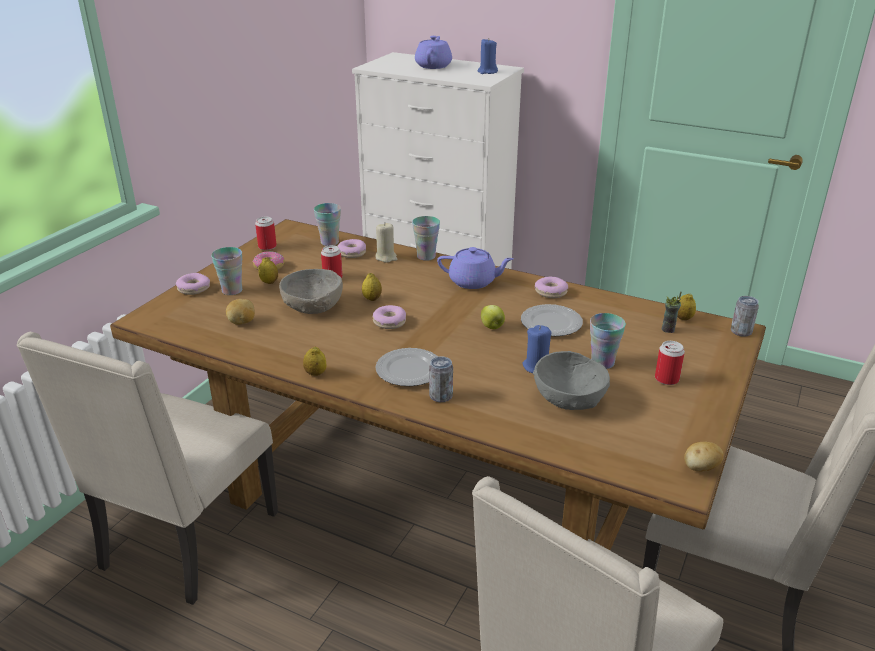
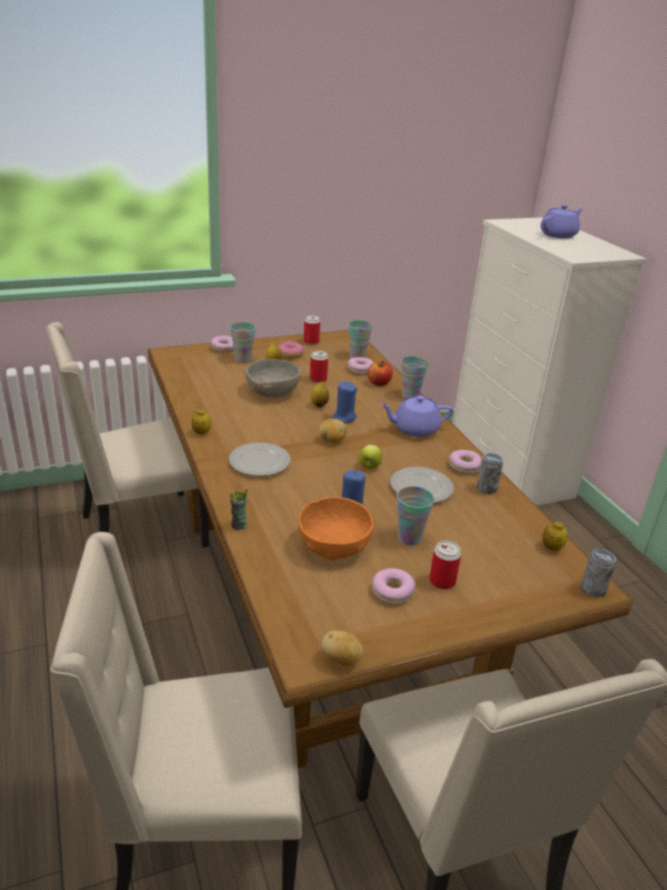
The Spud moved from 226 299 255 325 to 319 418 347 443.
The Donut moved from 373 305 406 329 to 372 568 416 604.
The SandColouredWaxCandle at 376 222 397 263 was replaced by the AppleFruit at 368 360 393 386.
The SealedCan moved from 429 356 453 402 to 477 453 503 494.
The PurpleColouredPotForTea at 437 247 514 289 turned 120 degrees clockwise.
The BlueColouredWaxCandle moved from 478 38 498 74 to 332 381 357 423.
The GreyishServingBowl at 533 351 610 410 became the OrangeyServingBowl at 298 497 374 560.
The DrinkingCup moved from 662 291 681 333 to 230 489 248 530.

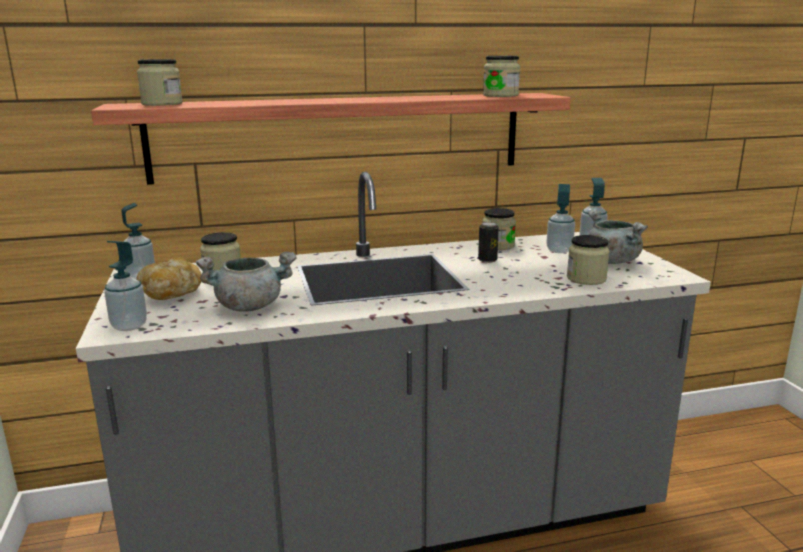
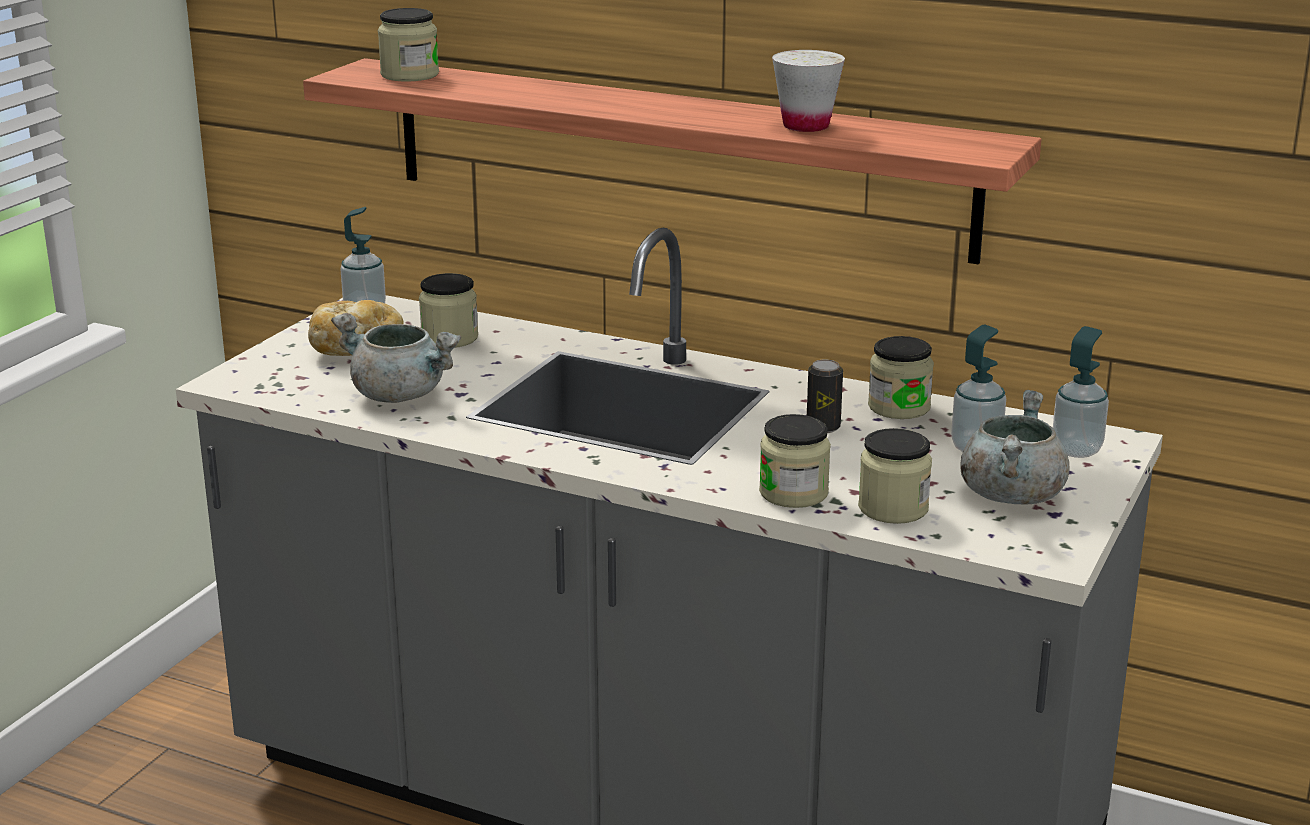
The SoapBottle at 104 241 147 331 disappeared.
The PreserveJar moved from 483 56 520 97 to 759 414 831 508.
The WhiteColouredDrinkingCup at 772 50 845 132 appeared.

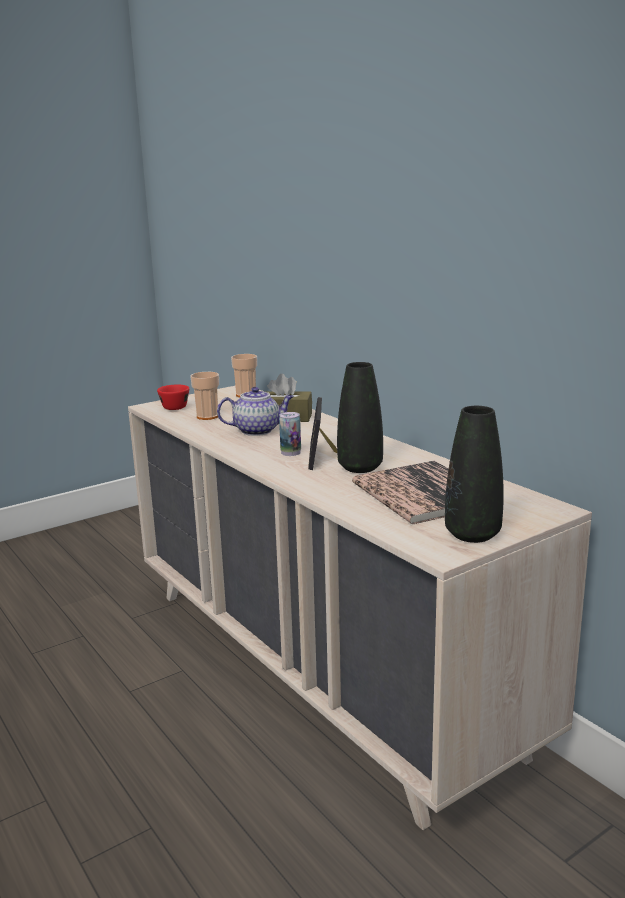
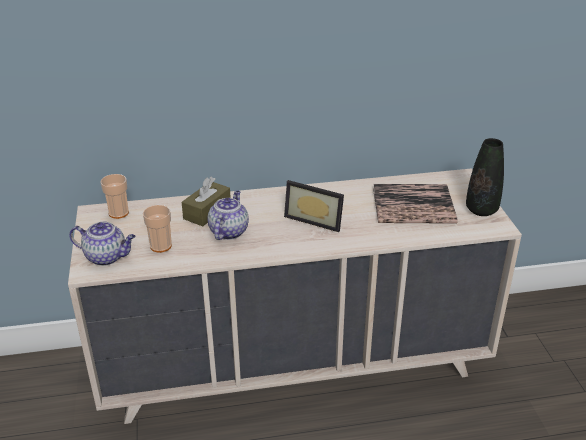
The RedColouredDrinkingCup at 157 385 189 410 was replaced by the PotForTea at 69 222 136 266.
The SealedCan at 279 412 301 456 disappeared.
The BlackishVase at 337 362 383 473 disappeared.

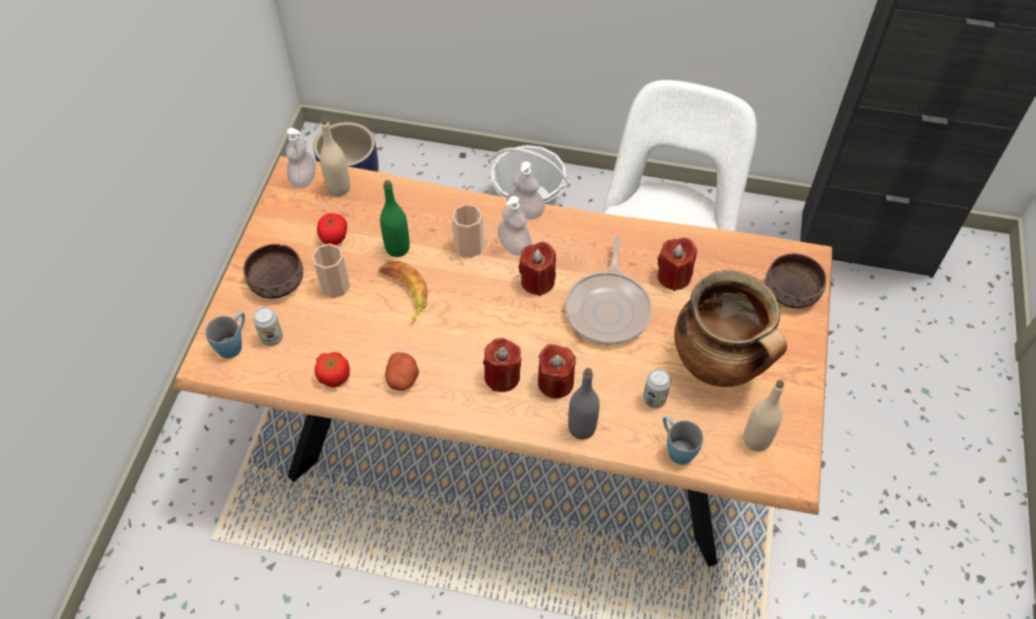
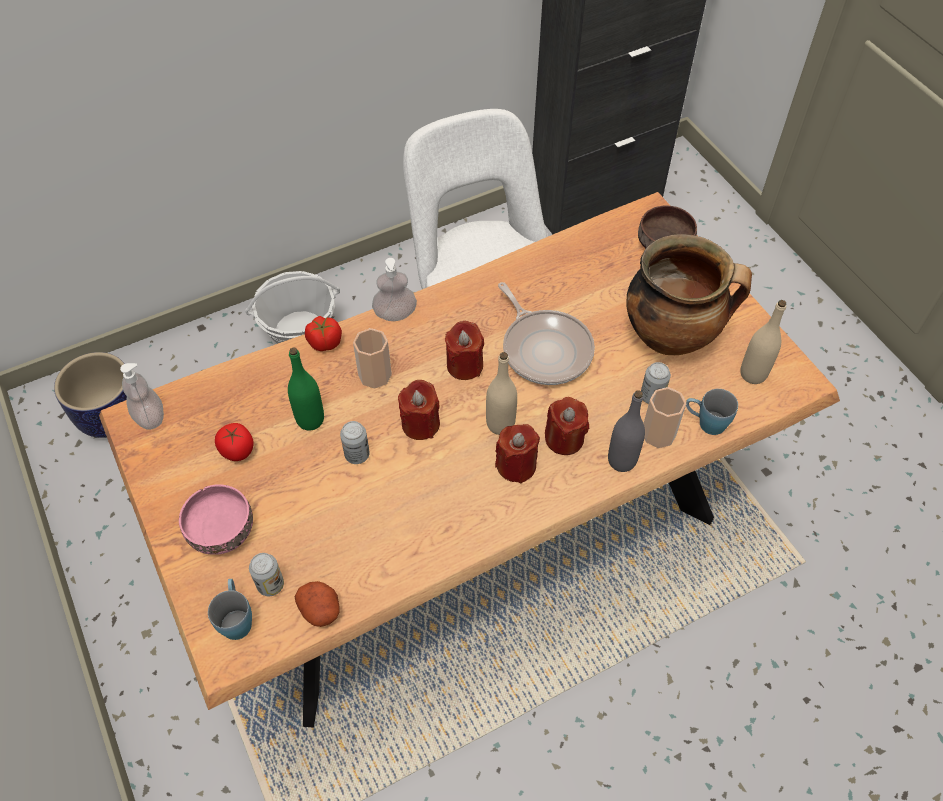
The BrownColouredServingBowl at 243 244 303 299 became the PinkishServingBowl at 179 484 253 555.
The DrinkingCup moved from 312 243 350 298 to 644 387 686 448.
The FreshTomato moved from 315 352 350 387 to 305 316 342 351.
The SandColouredBottle moved from 320 118 350 196 to 486 352 517 435.
The Banana at 379 261 428 324 was replaced by the SealedCan at 340 421 370 464.
The Spud moved from 385 352 419 390 to 295 581 340 627.
The SoapBottle at 498 196 532 256 disappeared.
The RedColouredWaxCandle moved from 657 238 697 291 to 398 380 440 440.

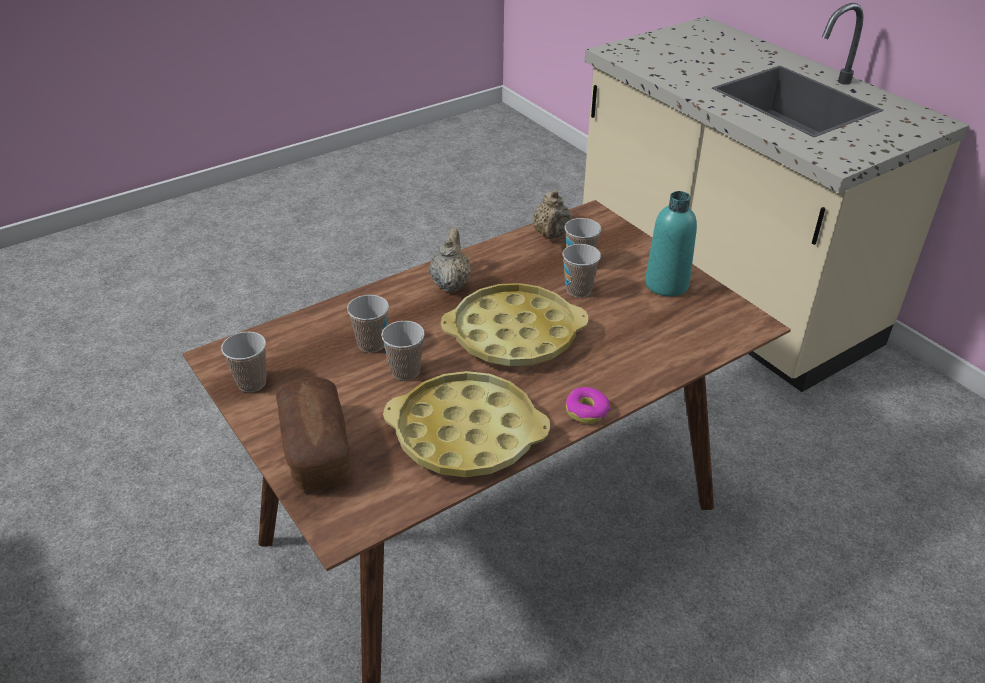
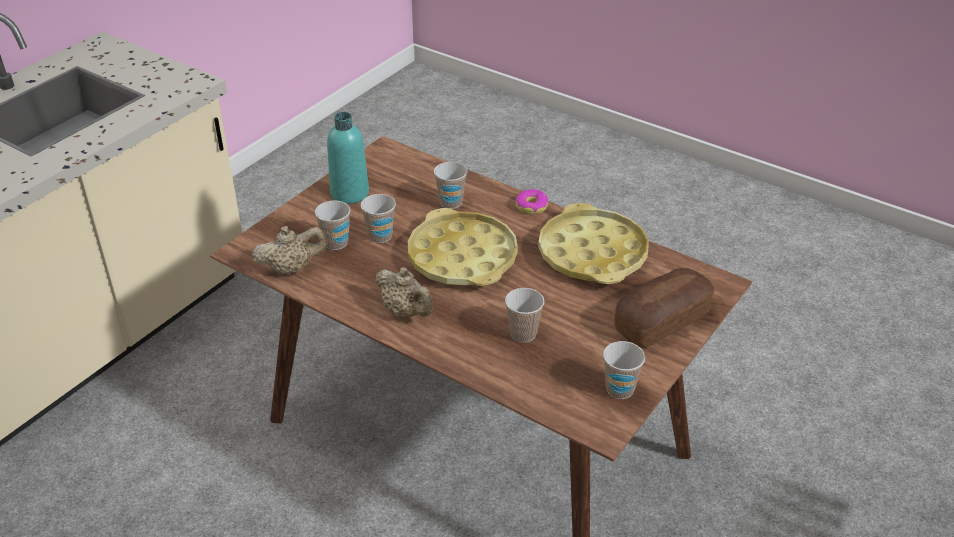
The DrinkingCup moved from 381 321 425 381 to 434 162 467 209.
The SandColouredPotForTea at 429 227 471 292 turned 120 degrees counterclockwise.

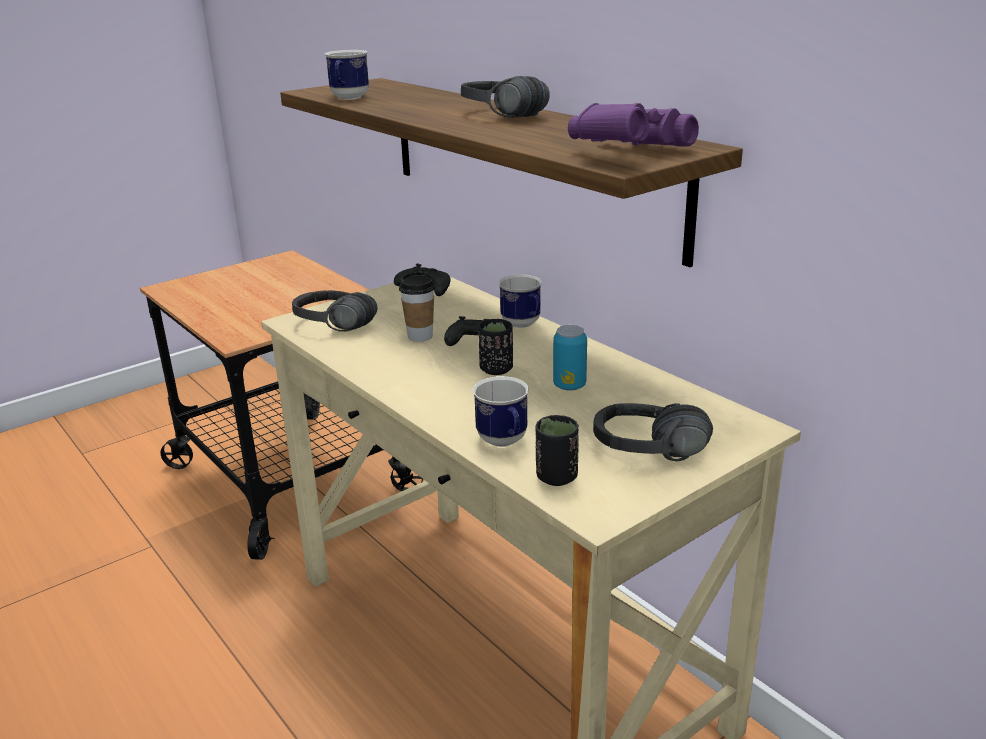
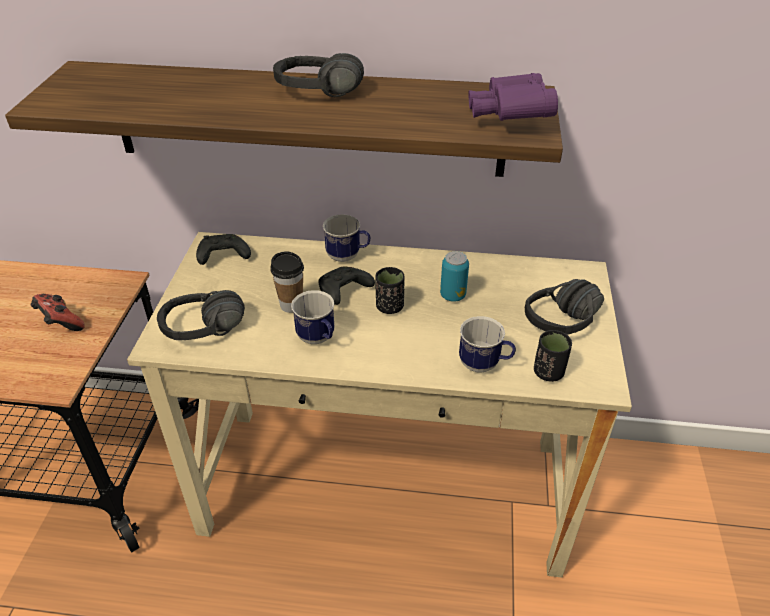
The CoffeeMug moved from 325 50 369 100 to 291 290 334 344.
The GameController at 30 294 85 331 appeared.

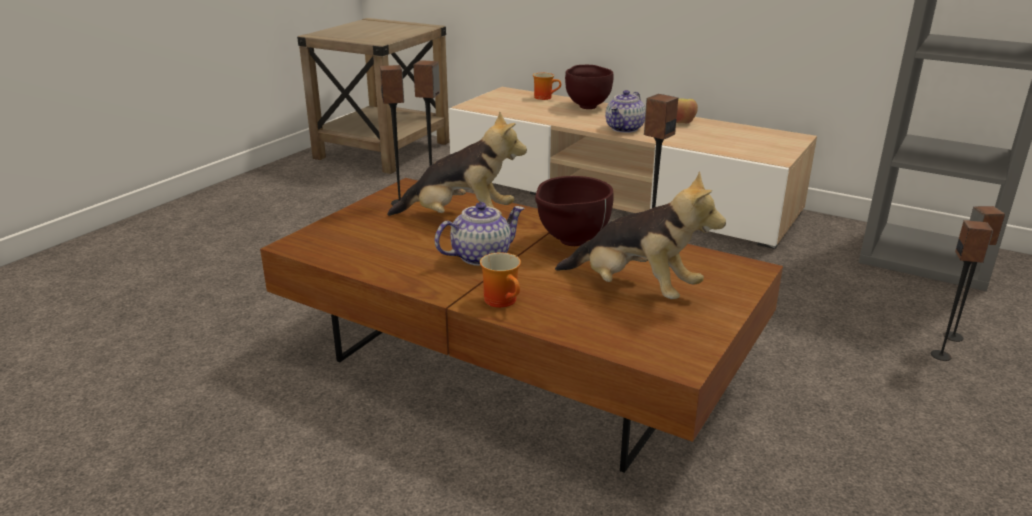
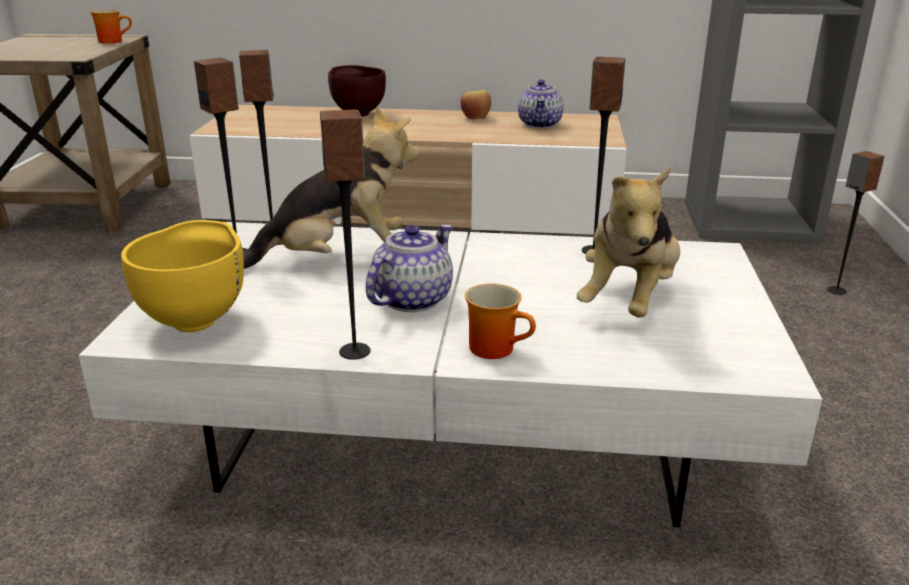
The BrownColouredLoungeTable at 260 178 783 473 became the WhiteColouredLoungeTable at 78 222 822 527.
The CoffeeMug moved from 533 73 561 100 to 90 10 132 44.
The BrownColouredServingBowl at 535 176 614 246 disappeared.
The CuddlyToy at 555 171 726 299 turned 105 degrees clockwise.
The PotForTea moved from 605 90 646 133 to 518 80 564 128.
The Speaker moved from 931 220 993 361 to 320 109 371 360.
The YellowishServingBowl at 121 220 244 332 appeared.

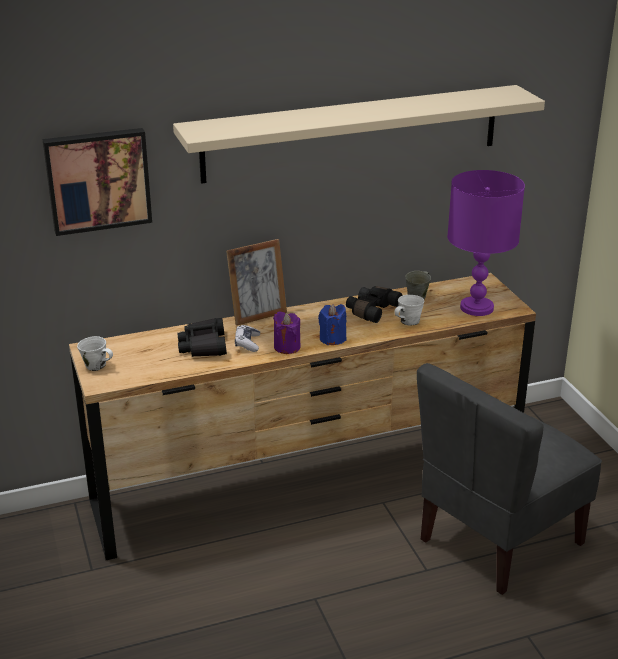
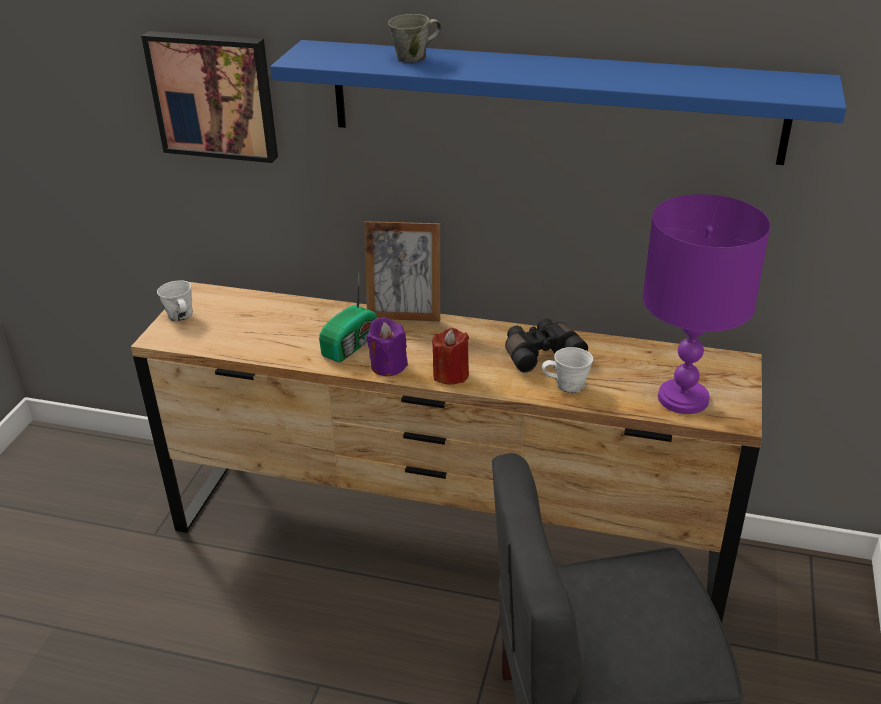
The SandColouredBracketShelf at 173 85 545 184 became the BlueColouredBracketShelf at 270 40 847 165.
The BlackishPairOfBinoculars at 177 318 227 357 disappeared.
The GameController at 235 325 260 352 was replaced by the Radio at 319 274 378 362.
The BlueColouredWaxCandle at 318 304 346 345 became the RedColouredWaxCandle at 432 328 469 385.
The GreyishCoffeeMug moved from 405 271 431 299 to 388 14 442 63.

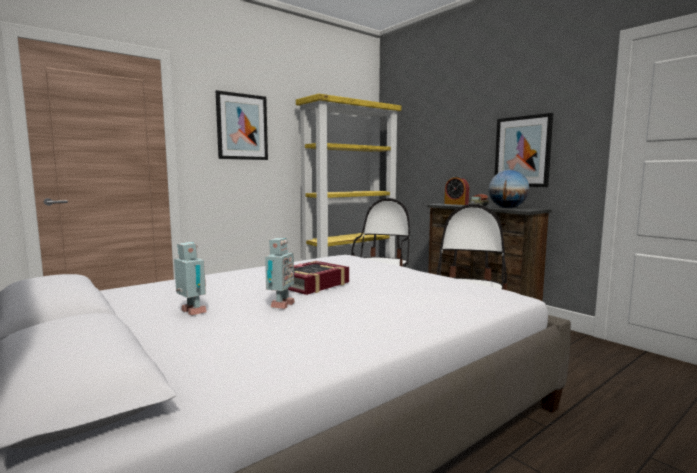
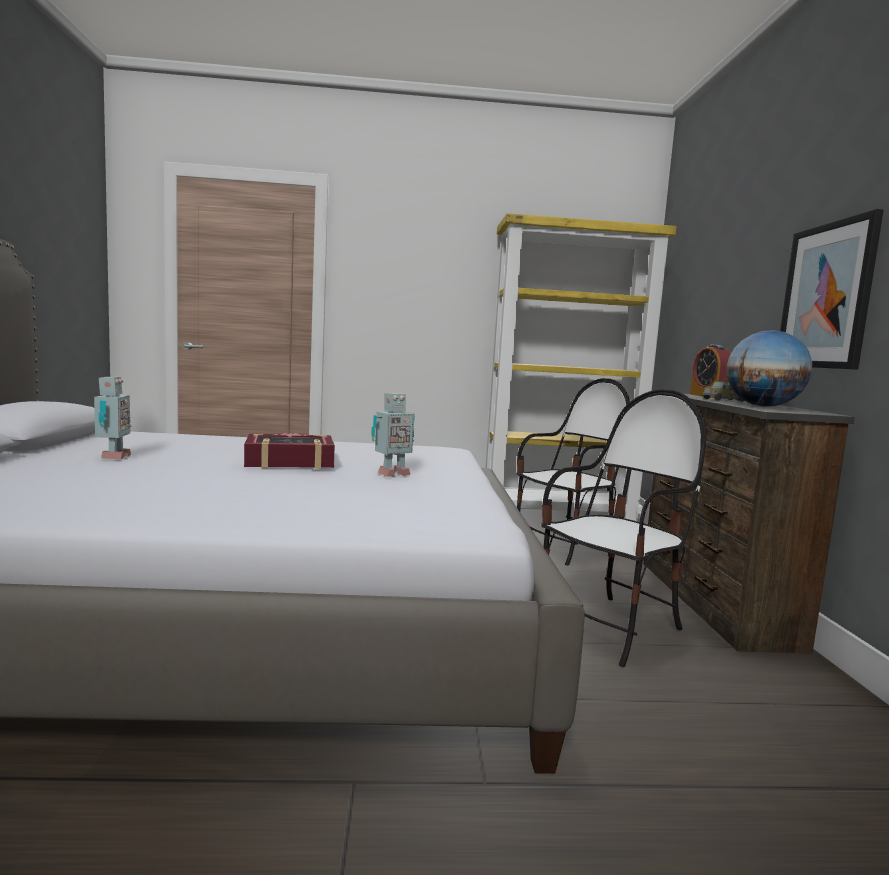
The Picture at 216 90 268 160 disappeared.
The RobotFigure moved from 265 238 295 309 to 372 393 415 477.

